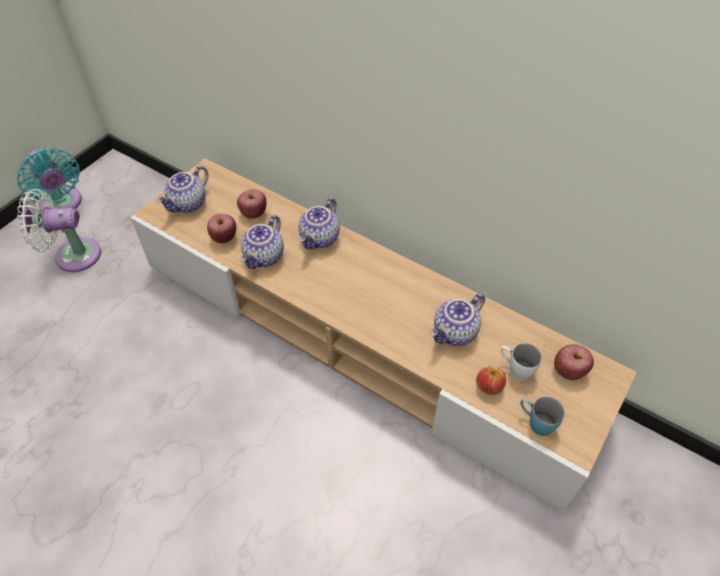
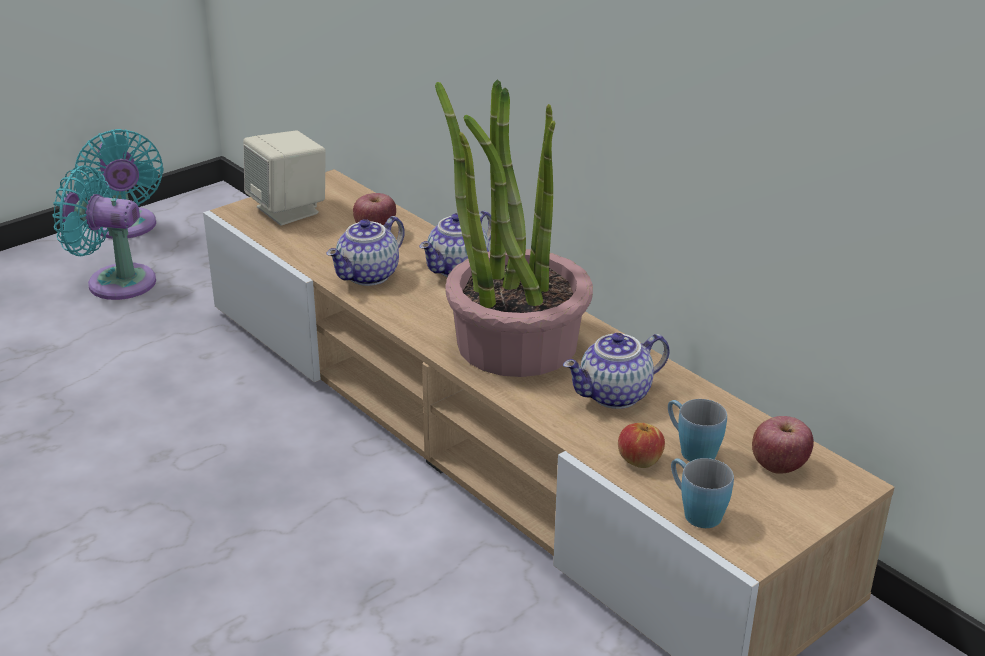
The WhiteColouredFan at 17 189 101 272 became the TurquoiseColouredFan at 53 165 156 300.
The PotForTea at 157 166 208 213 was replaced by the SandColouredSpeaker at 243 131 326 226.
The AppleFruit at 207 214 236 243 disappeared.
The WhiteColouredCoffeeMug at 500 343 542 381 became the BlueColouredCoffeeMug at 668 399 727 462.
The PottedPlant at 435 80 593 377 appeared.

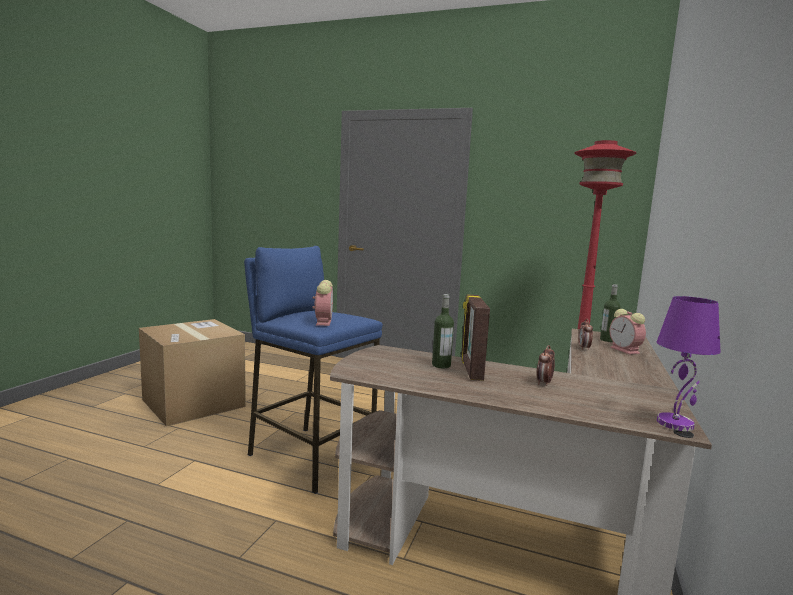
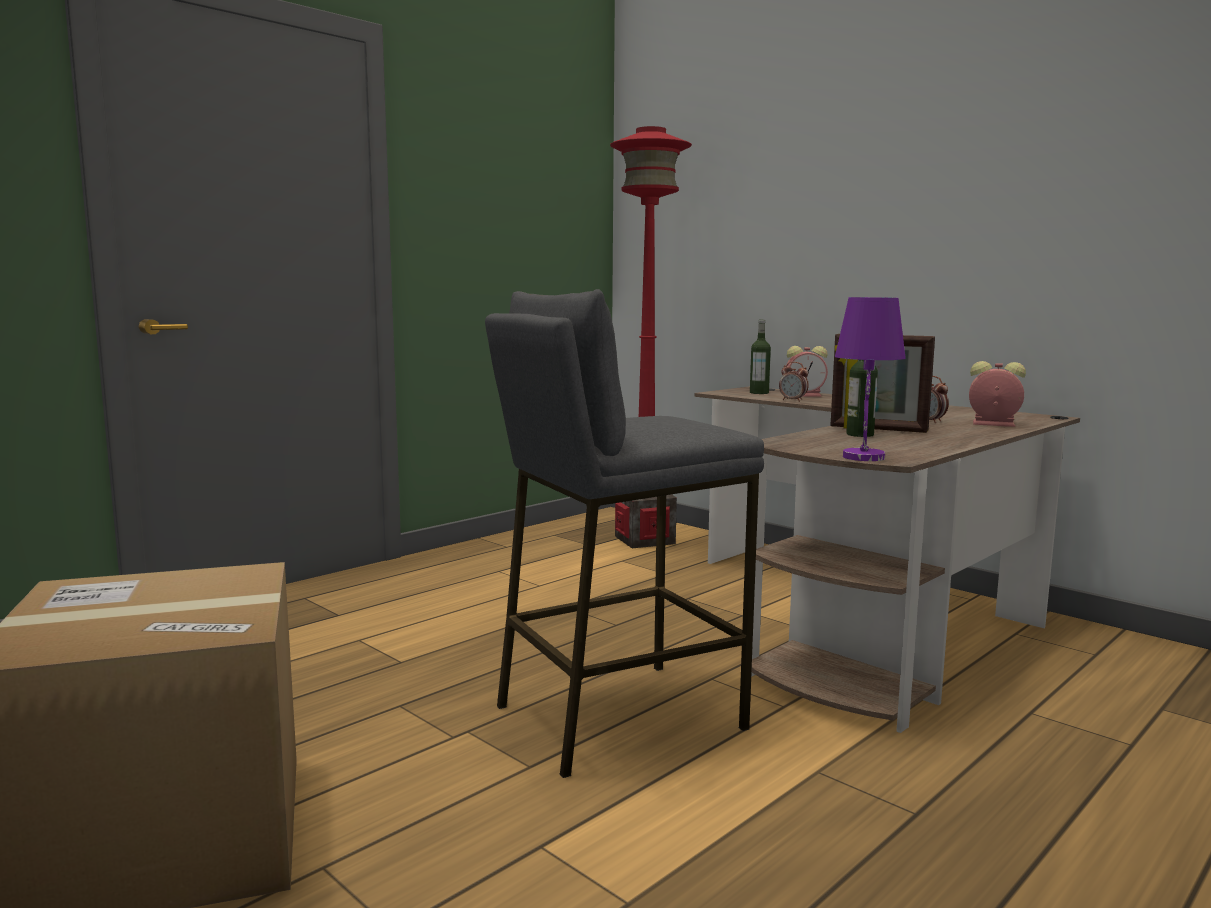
The BlueColouredSittingStool at 244 246 383 494 became the GreyishSittingStool at 485 289 764 778.
The AlarmClock moved from 312 280 333 326 to 969 361 1026 427.
The PurpleColouredTableLamp moved from 657 296 721 431 to 835 297 906 461.

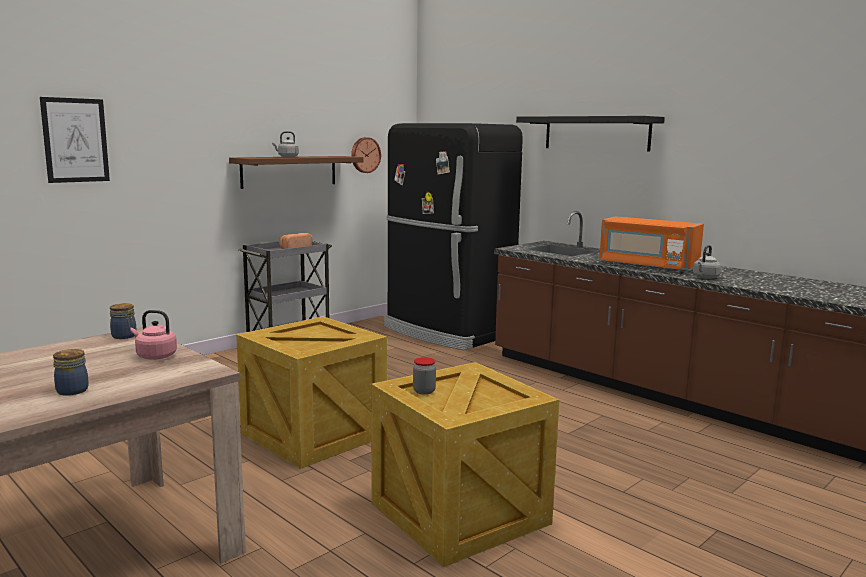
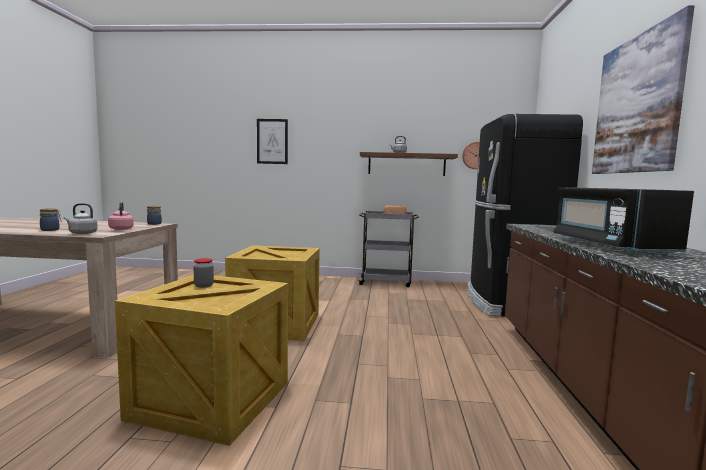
The BlackishBracketShelf at 516 116 665 151 was replaced by the Picture at 592 5 694 174.
The OrangeyMicrowaveOven at 599 216 704 273 became the BlackishMicrowaveOven at 554 187 694 255.
The GreyishTeaKettle moved from 693 245 721 279 to 64 203 98 234.

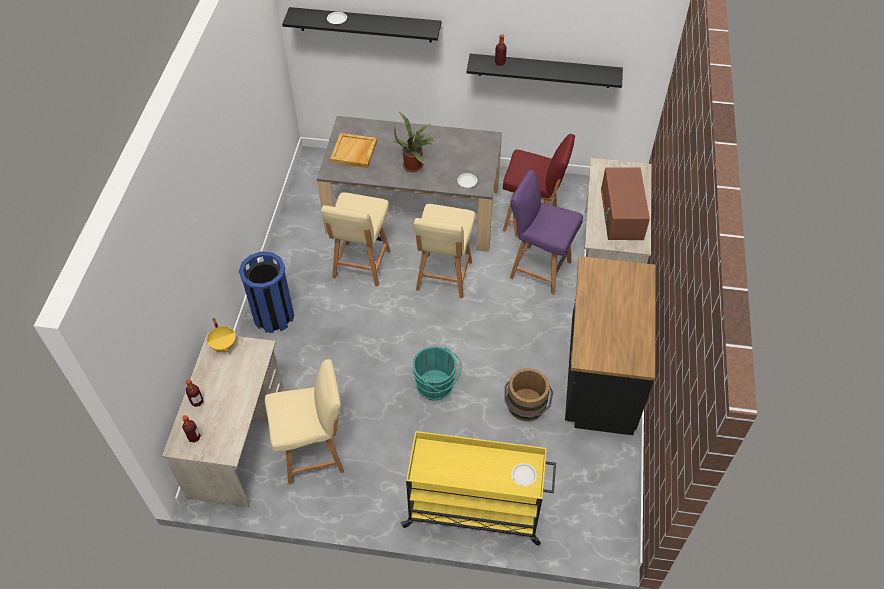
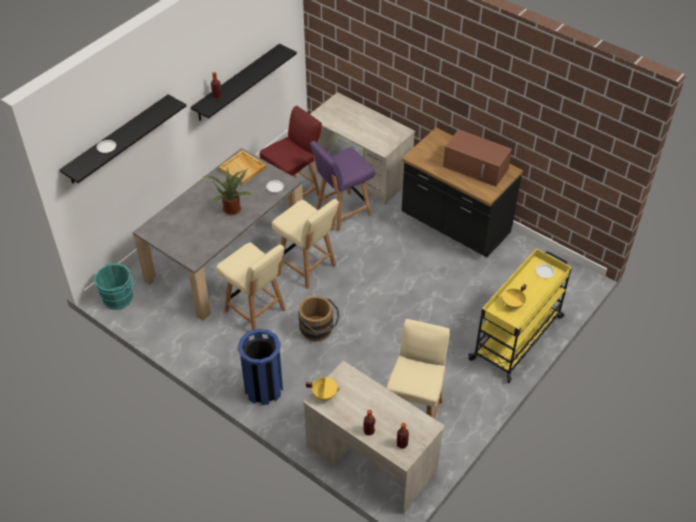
The SandColouredTray moved from 330 133 377 168 to 219 150 266 185.
The TurquoiseColouredBucket moved from 412 346 462 401 to 94 263 136 310.
The BrownColouredBucket moved from 505 368 553 421 to 298 296 340 342.
The BrownColouredMicrowaveOven moved from 601 168 650 240 to 443 129 512 187.
The YellowishCookingPot at 502 284 527 309 appeared.

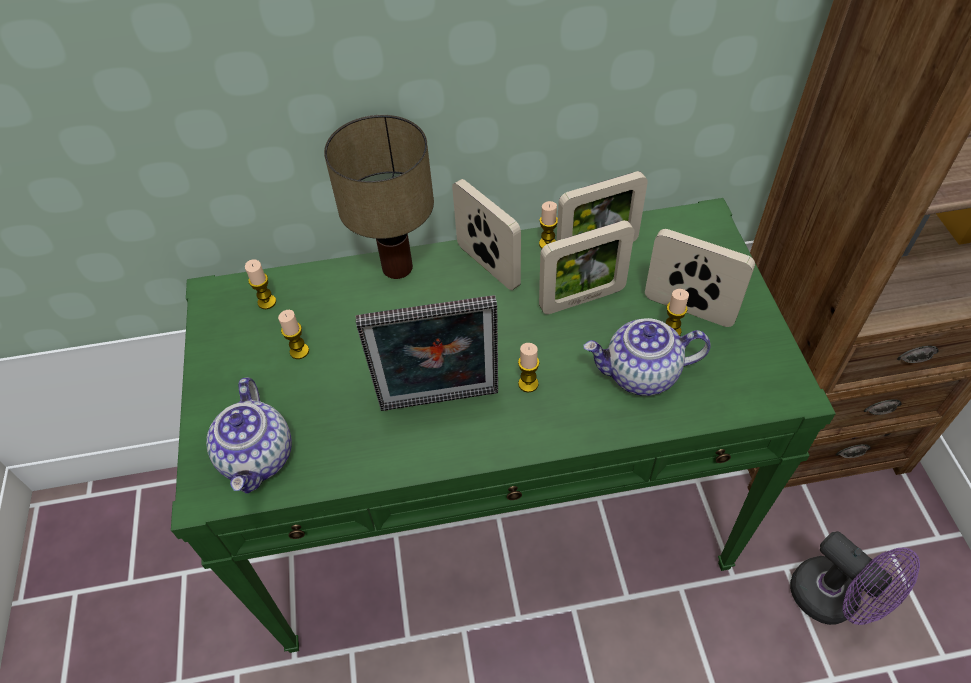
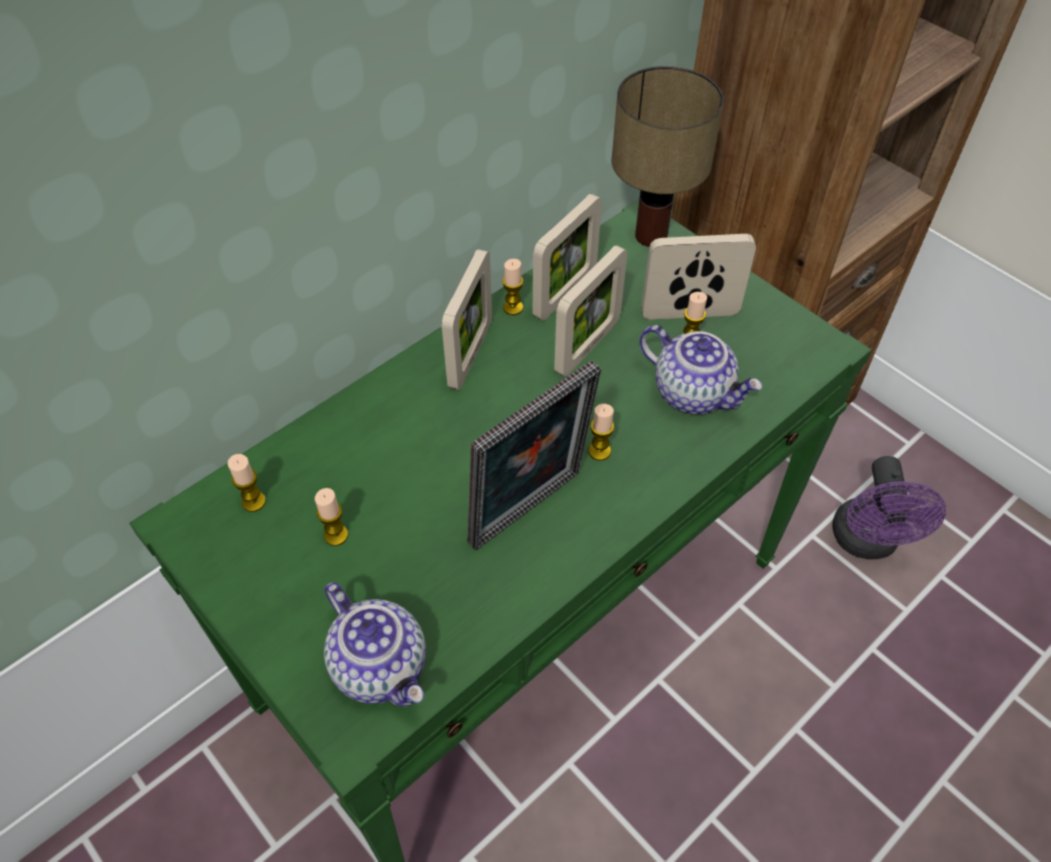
The TableLamp moved from 324 115 434 279 to 611 66 724 247.
The PhotoFrame at 452 179 521 290 turned 90 degrees clockwise.
The PotForTea at 584 318 711 396 turned 105 degrees counterclockwise.
The PurpleColouredFan at 790 531 920 625 turned 75 degrees clockwise.

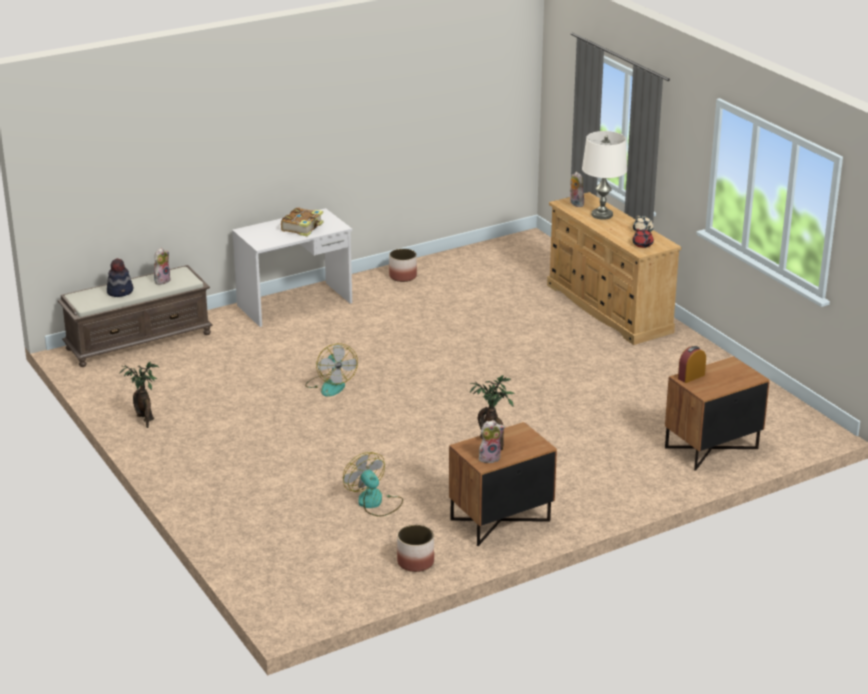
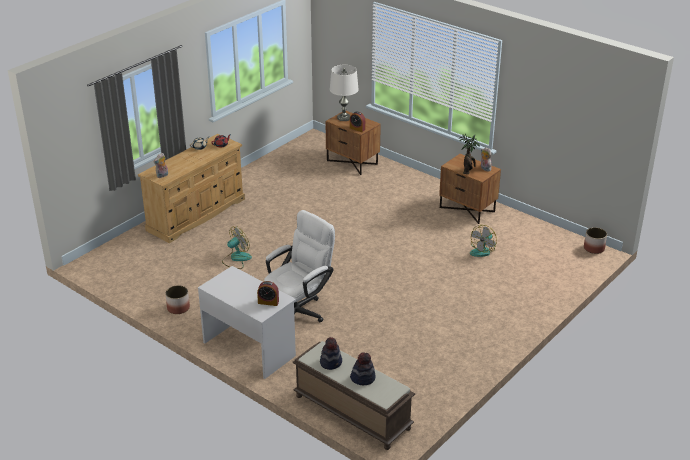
The PottedPlant at 119 361 158 428 disappeared.
The CuddlyToy at 154 248 171 285 was replaced by the WearableHat at 320 337 342 370.
The Volume at 281 207 324 236 disappeared.
The Fan moved from 305 343 358 397 to 222 226 252 269.
The FlowerPot moved from 397 525 434 572 to 584 227 607 254.
The WhiteColouredTableLamp moved from 582 131 627 220 to 330 65 359 121.
The AlarmClock at 257 281 279 306 appeared.
The WhiteColouredOfficeChair at 264 210 335 322 appeared.

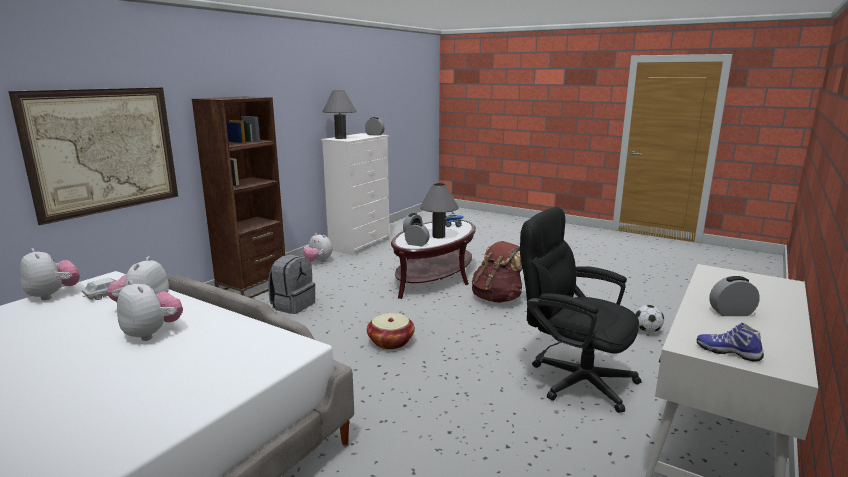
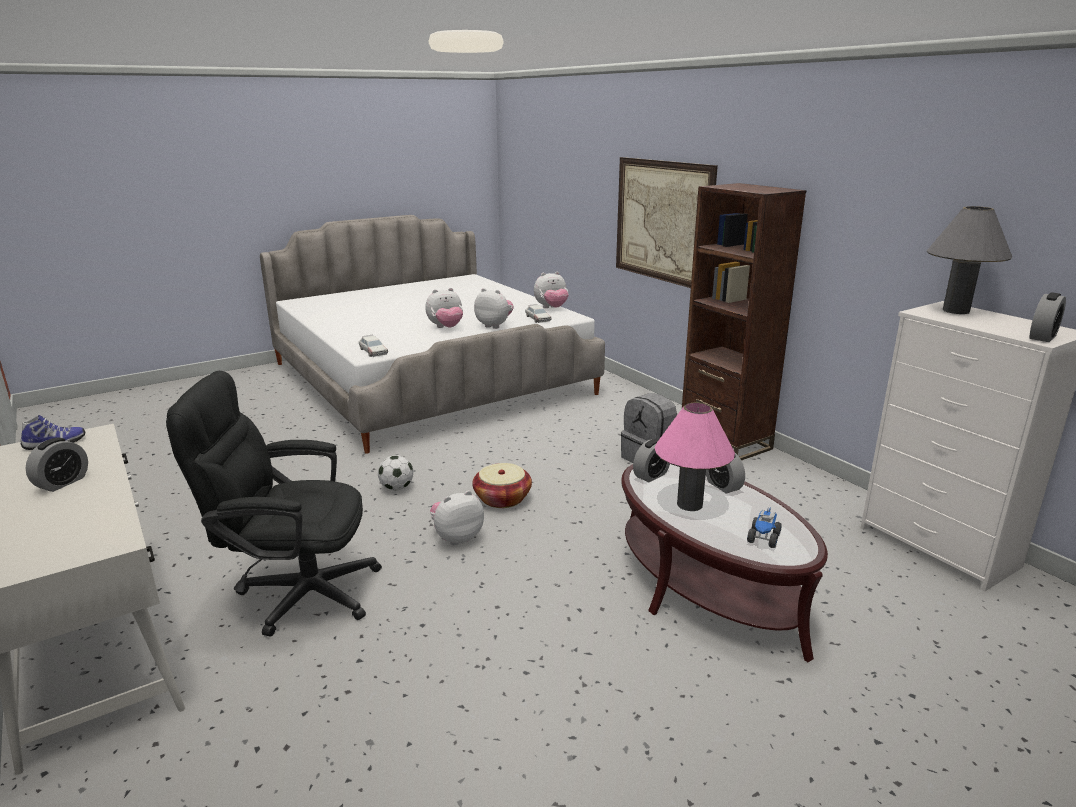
The CuddlyToy moved from 303 233 332 262 to 430 490 484 546.
The GreyishTableLamp at 420 183 459 238 became the PinkishTableLamp at 655 403 735 511.
The BrownColouredKnapsack at 472 241 522 303 disappeared.
The BlackishOfficeChair at 520 207 642 413 turned 150 degrees counterclockwise.
The Football moved from 635 305 664 333 to 378 455 413 491.
The MiniatureCar at 359 335 388 357 appeared.

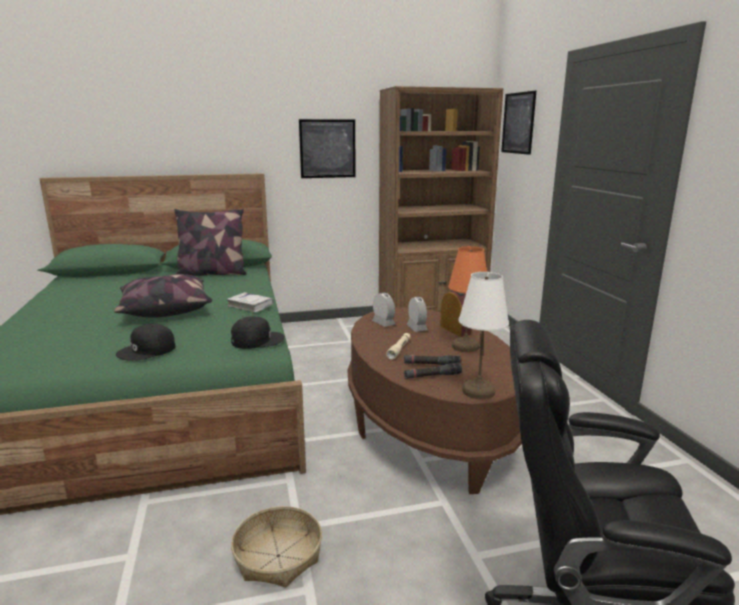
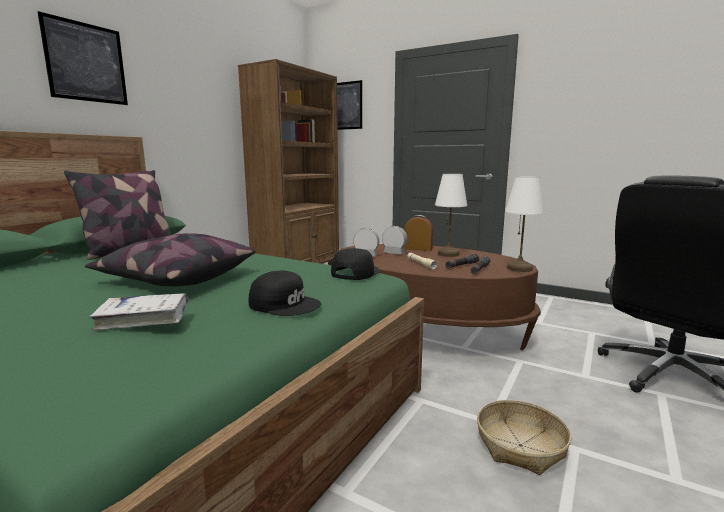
The BlackishBaseballCap at 116 324 176 361 turned 75 degrees counterclockwise.
The WhiteColouredVolume moved from 227 292 274 312 to 89 293 189 330.
The Picture moved from 299 119 356 178 to 38 11 128 105.
The OrangeyTableLamp at 448 246 487 352 became the WhiteColouredTableLamp at 435 174 467 257.

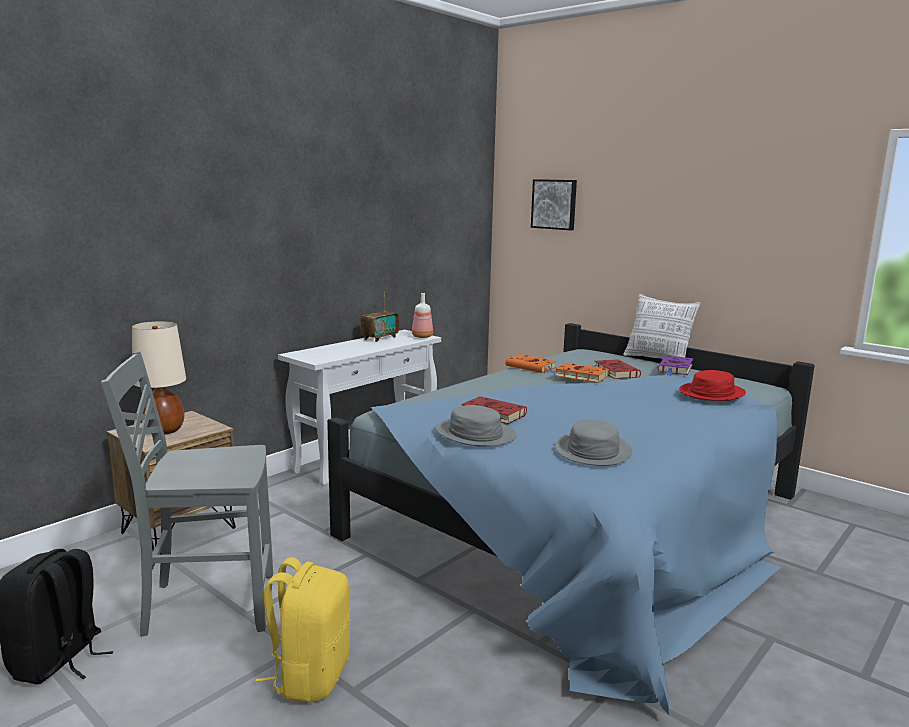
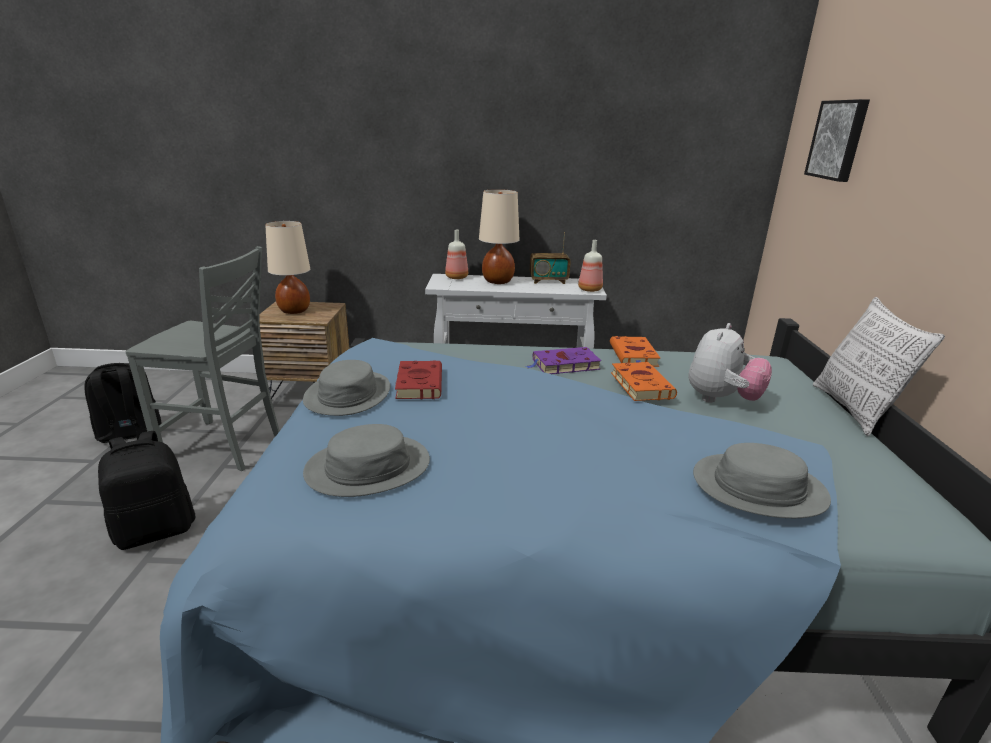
The GreyishUprightChair at 101 351 273 637 turned 150 degrees clockwise.
The YellowishKnapsack at 255 557 350 702 became the BlackishKnapsack at 98 431 195 550.
The RedColouredVolume at 595 360 641 379 was replaced by the CuddlyToy at 688 323 772 403.
The PurpleColouredVolume moved from 658 355 693 376 to 526 347 601 374.
The RedColouredWearableHat at 679 370 746 401 became the GreyishWearableHat at 693 443 831 518.
The Bottle at 445 230 468 279 appeared.
The SandColouredTableLamp at 479 189 519 284 appeared.

